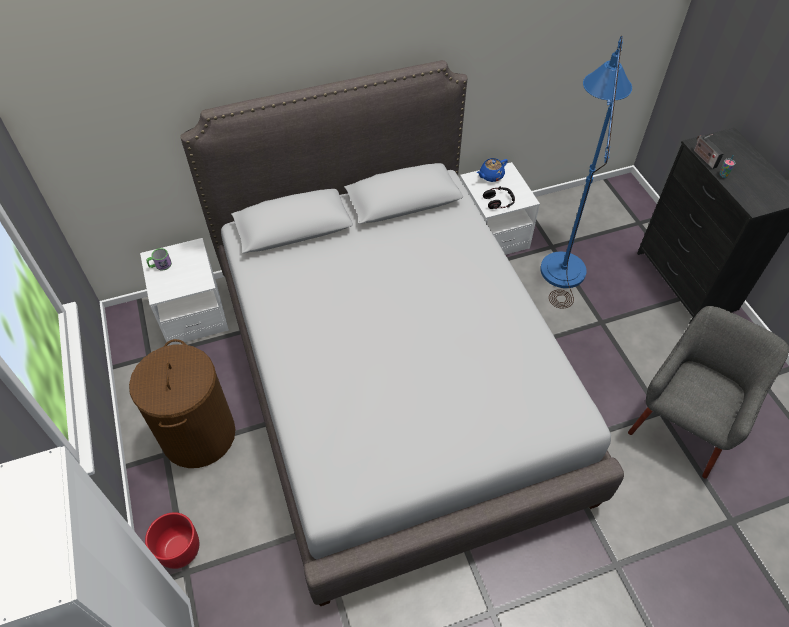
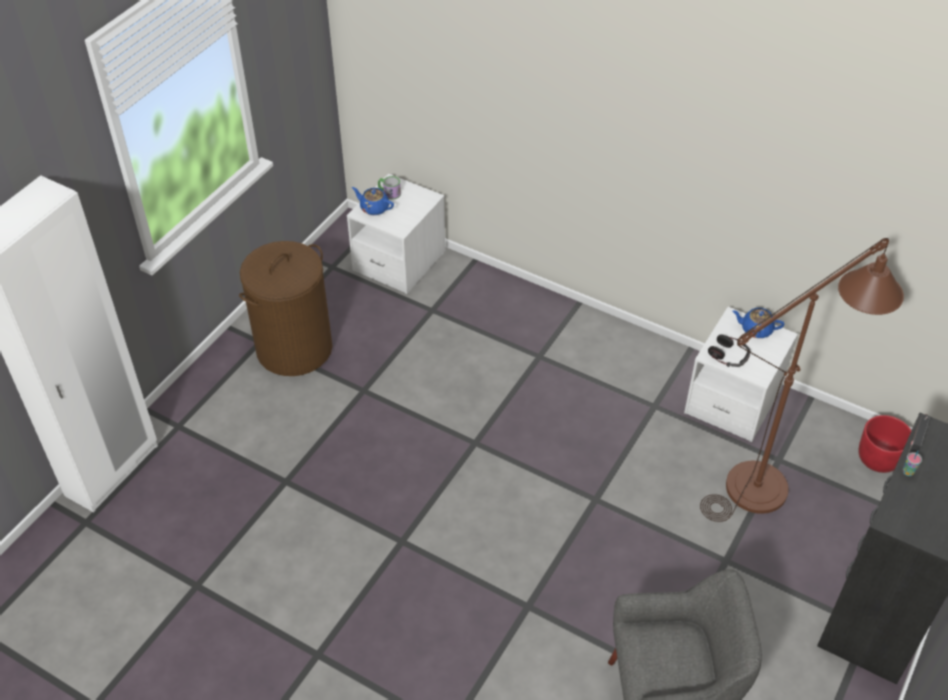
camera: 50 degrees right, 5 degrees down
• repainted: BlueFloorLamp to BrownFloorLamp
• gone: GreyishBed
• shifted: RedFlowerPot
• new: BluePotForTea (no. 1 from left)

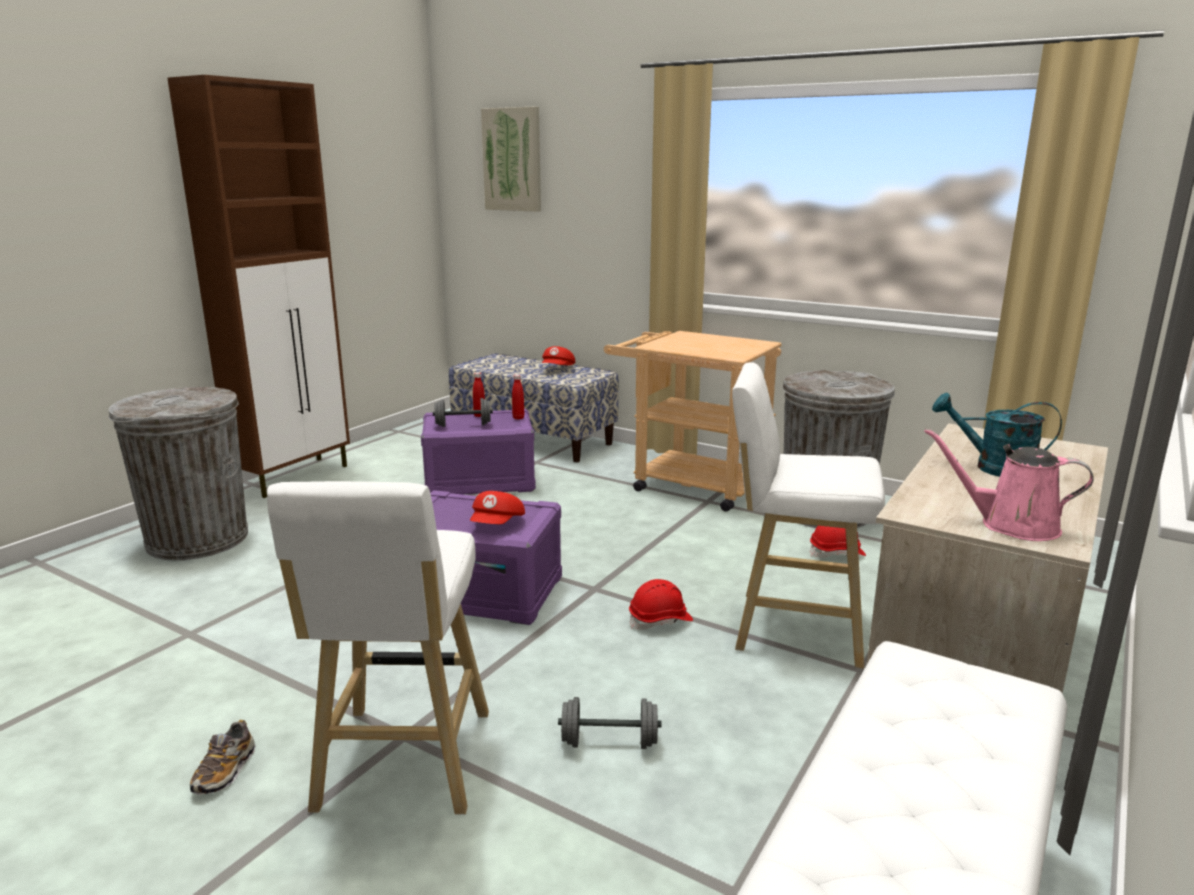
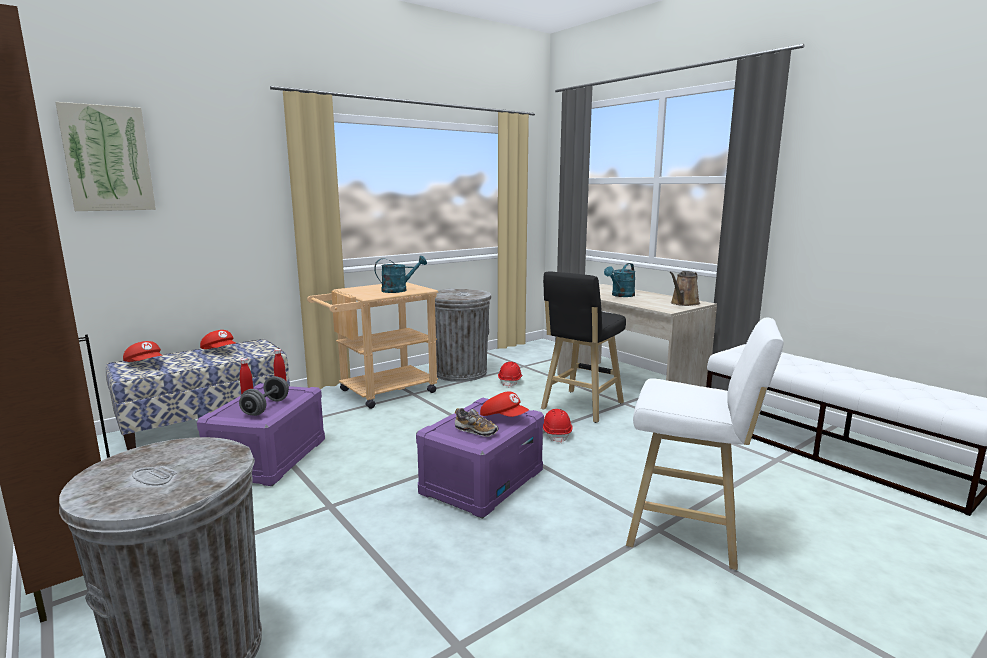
camera: 70 degrees left, 5 degrees down
• repainted: WhiteColouredStoolSeat (no. 2 from left) to BlackStoolSeat
• repainted: PinkishSprinklingCan to BrownSprinklingCan
• gone: GreyishFreeWeight (no. 2 from left)
• shifted: LowShoe
• new: TurquoiseColouredSprinklingCan (no. 1 from left)
• new: RedBaseballCap (no. 1 from left)

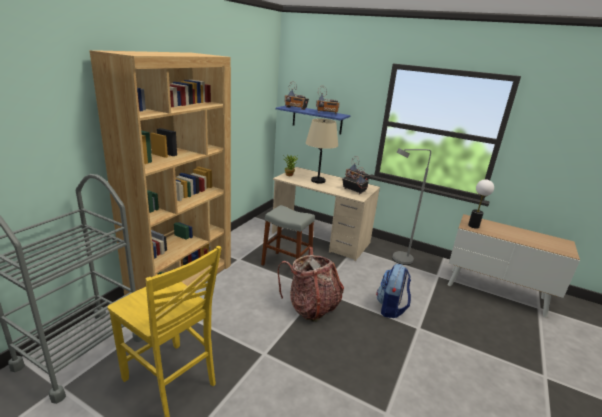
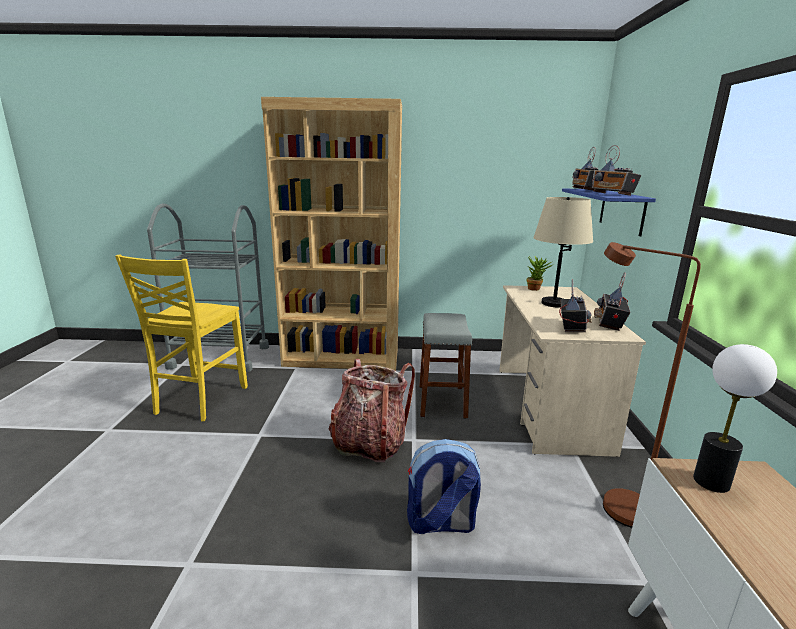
camera: 65 degrees right, 5 degrees down
• repainted: GreyishFloorLamp to BrownFloorLamp

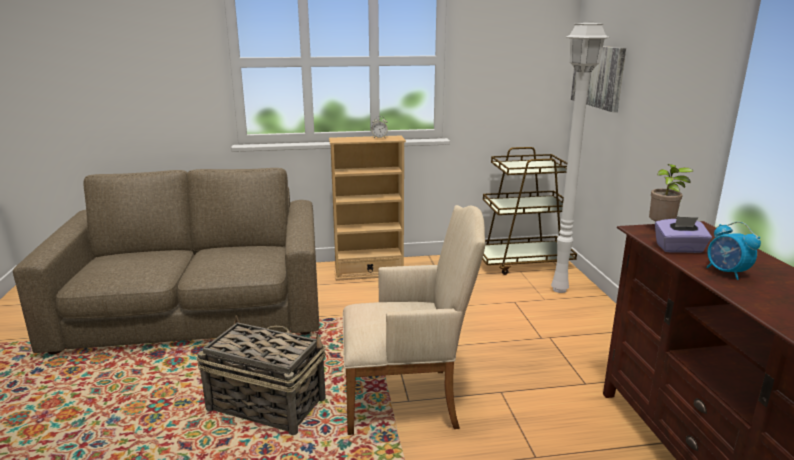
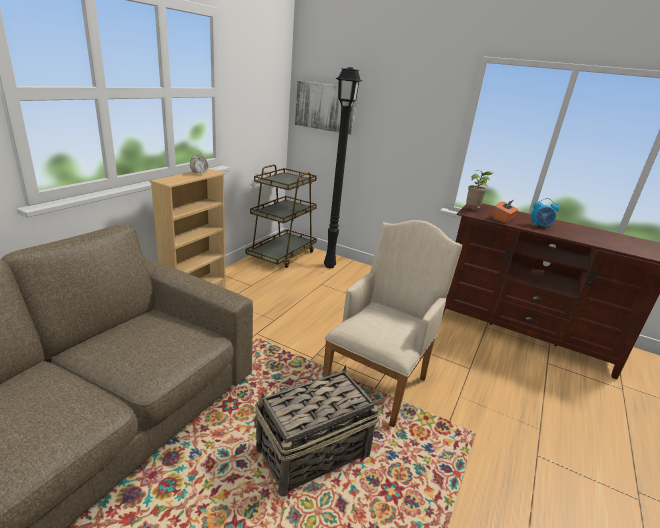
camera: 55 degrees left, 5 degrees up
• repainted: WhiteColouredFloorLamp to BlackFloorLamp
• repainted: PurplishBoxOfTissues to OrangeColouredBoxOfTissues

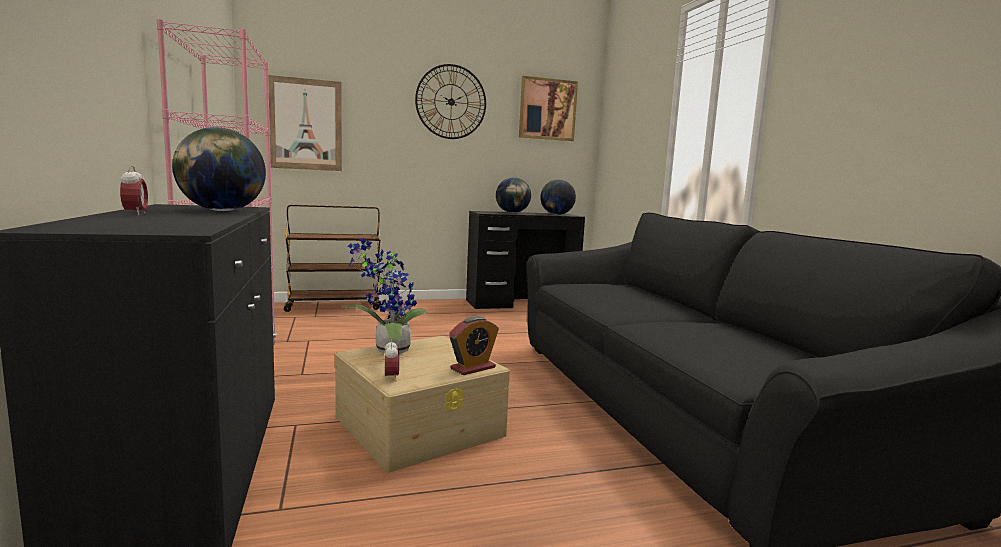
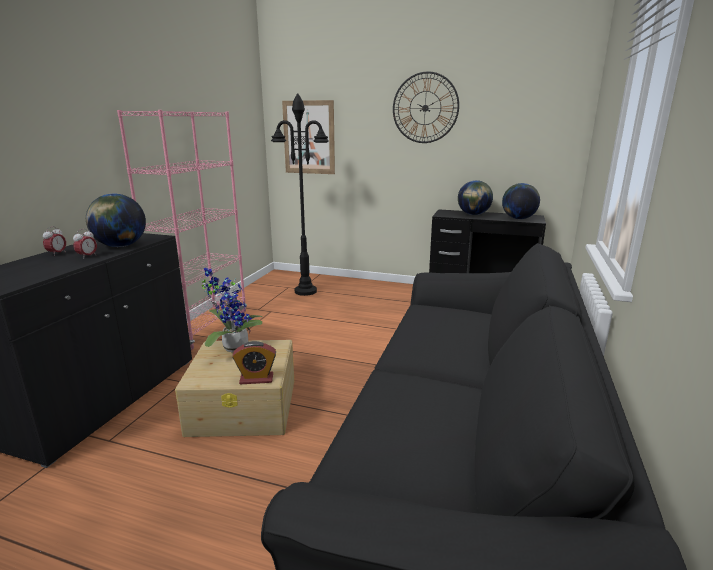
camera: 35 degrees right, 10 degrees up
• gone: Picture (no. 2 from left)
• gone: BrownWheeledCart
• shifted: AlarmClock (no. 2 from left)
• new: BlackFloorLamp

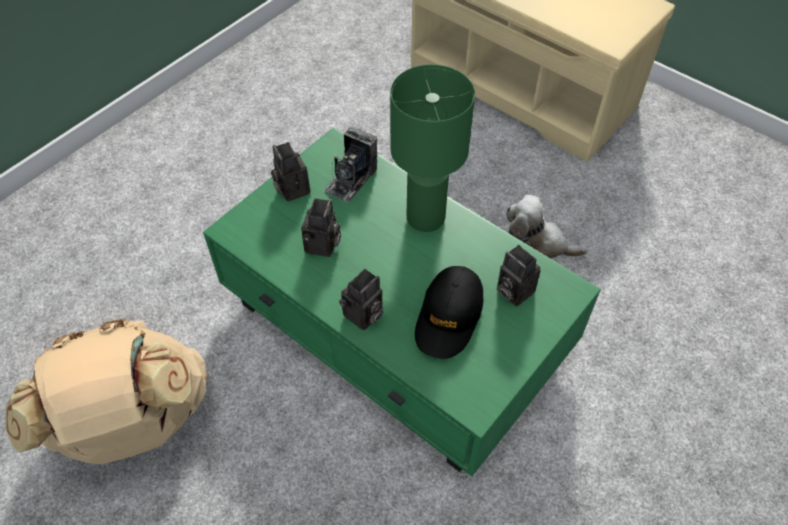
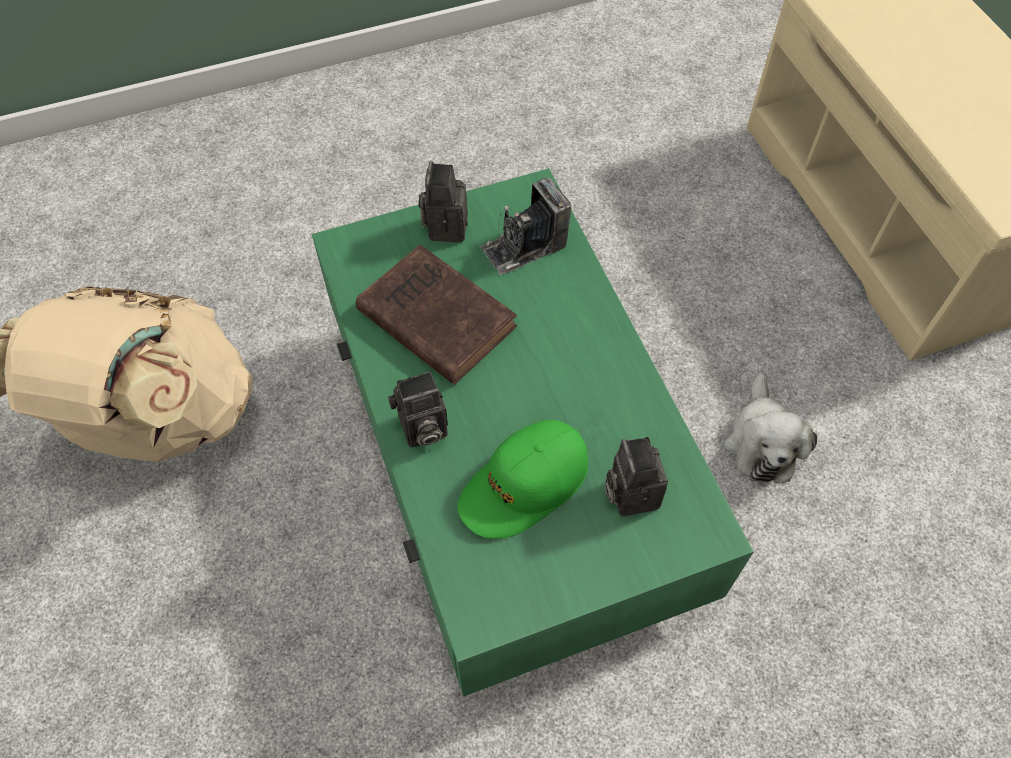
camera: 30 degrees right, 5 degrees up
• gone: GreenishTableLamp
• rotated: PlushToy 135 degrees counterclockwise
• swapped: PhotoCamera (no. 2 from left) to BrownBook
• repainted: BlackBaseballCap to GreenishBaseballCap

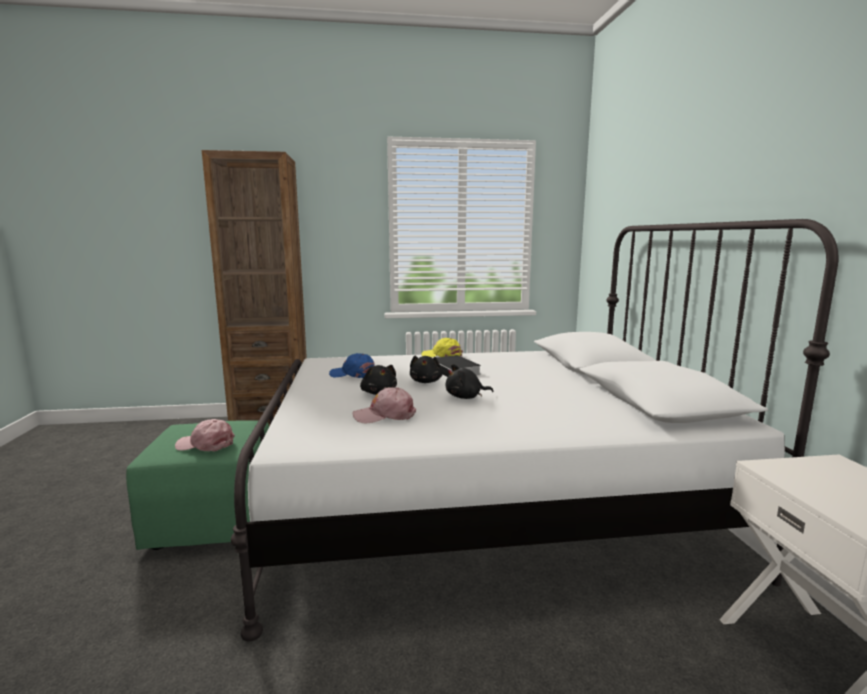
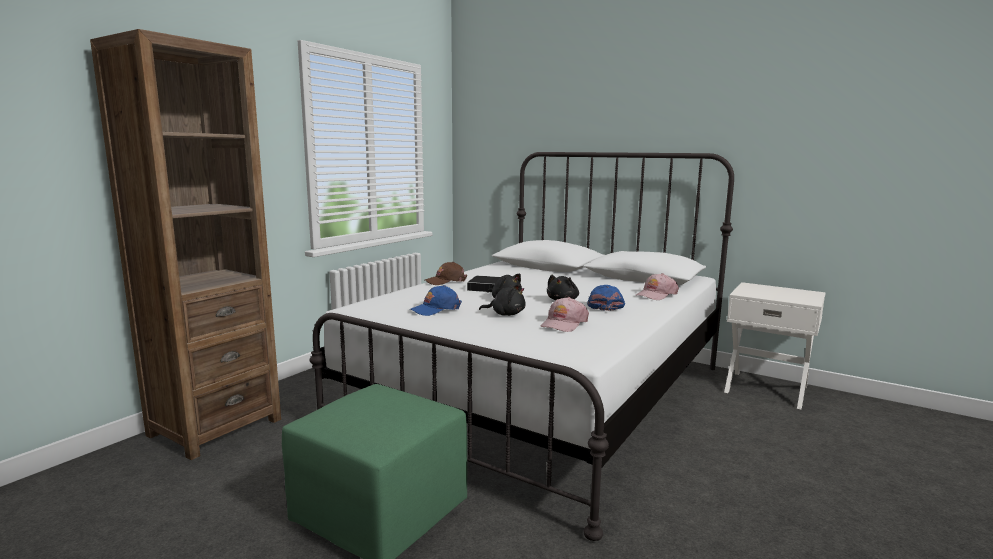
camera: 50 degrees left, 0 degrees up
• repainted: YellowishBaseballCap to BrownBaseballCap
• shifted: PinkishBaseballCap (no. 1 from left in the first image) to PinkishBaseballCap (no. 2 from left)
• new: BlueBaseballCap (no. 2 from left)

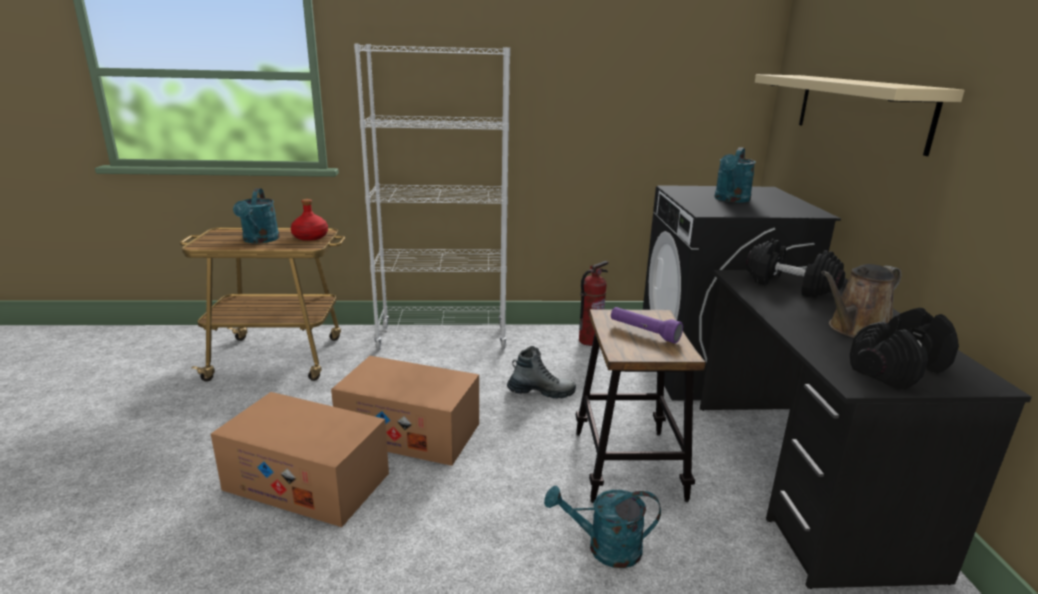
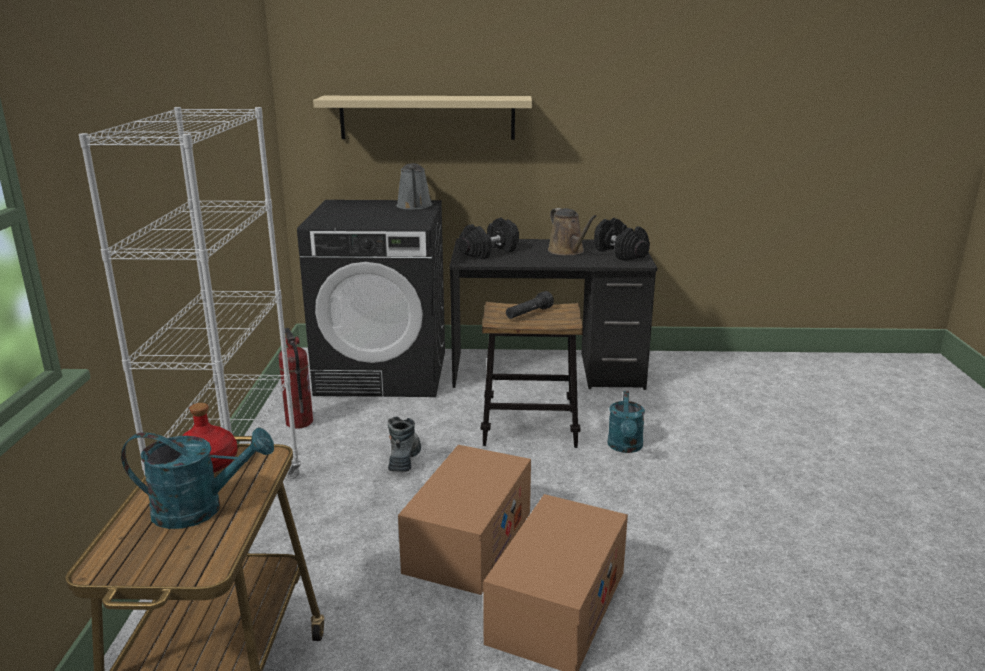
camera: 85 degrees left, 0 degrees up
• gone: TurquoiseColouredSprinklingCan (no. 3 from left)
• repainted: PurplishHandTorch to BlackHandTorch
• new: GreyishSprinklingCan

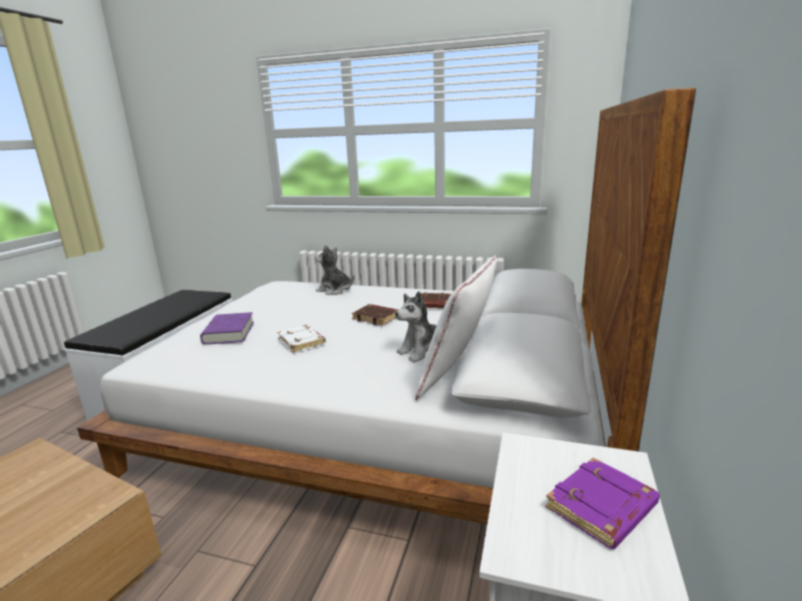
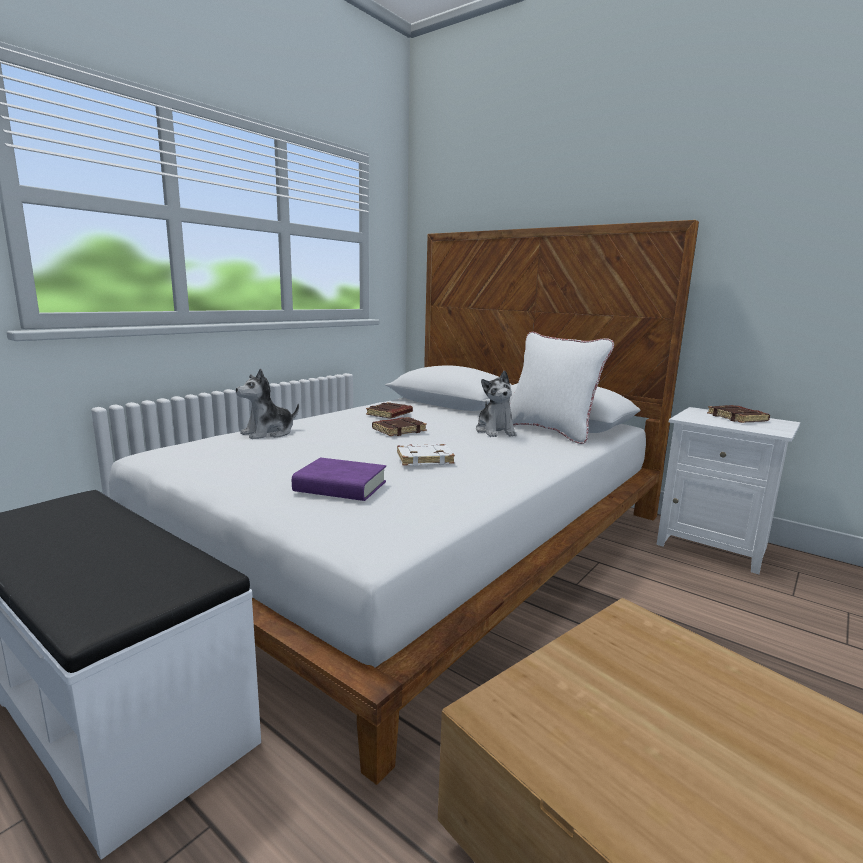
camera: 70 degrees left, 5 degrees down
• repainted: PurplishBook (no. 2 from left) to BrownBook (no. 3 from left)

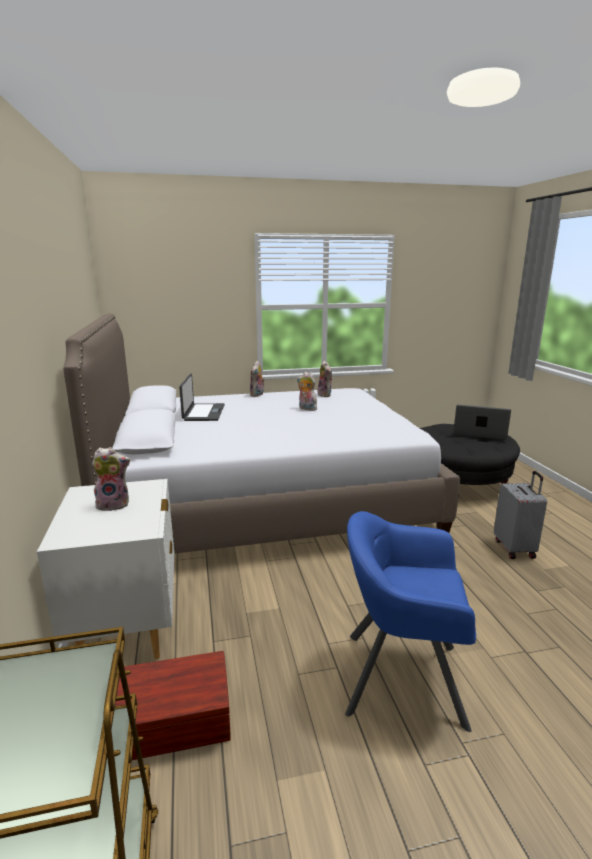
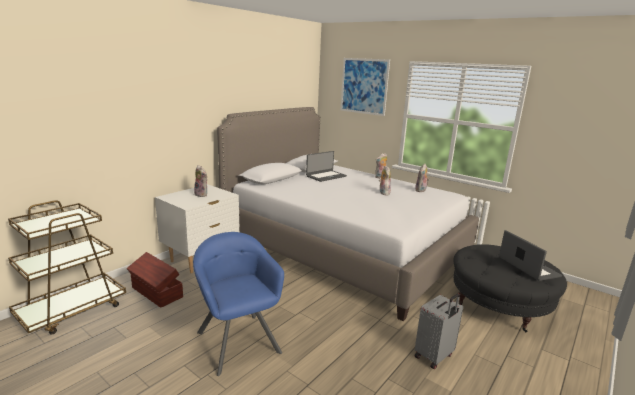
camera: 50 degrees right, 0 degrees up
• new: Picture

